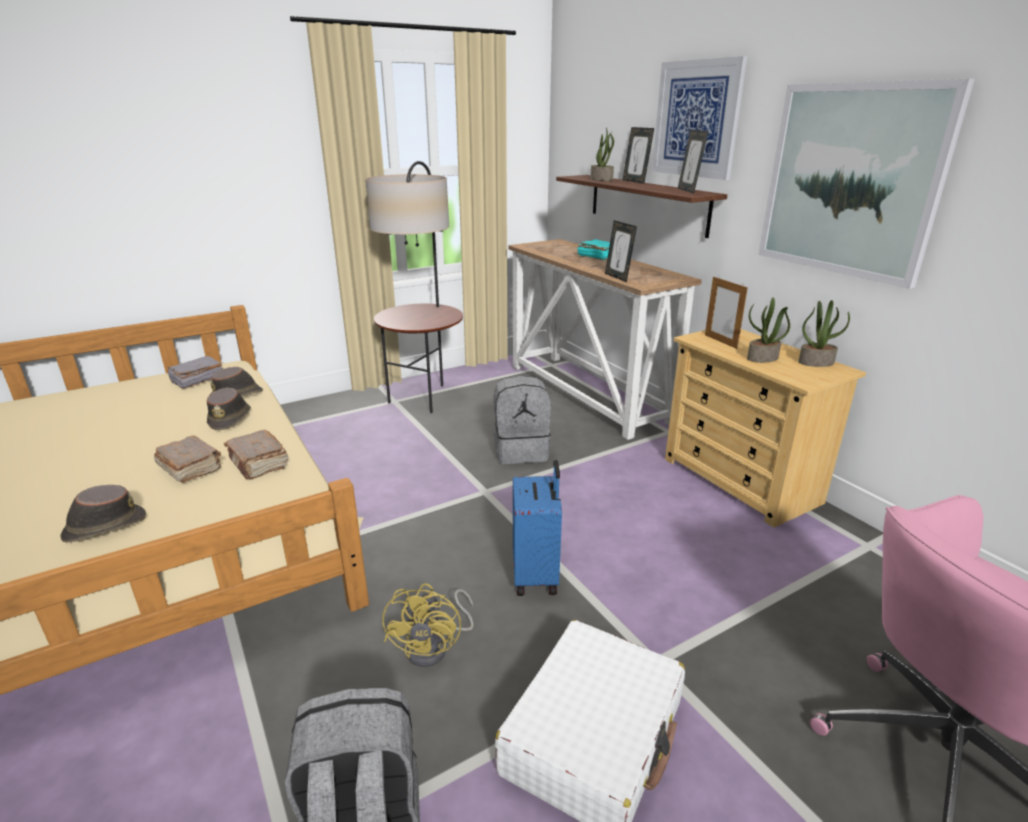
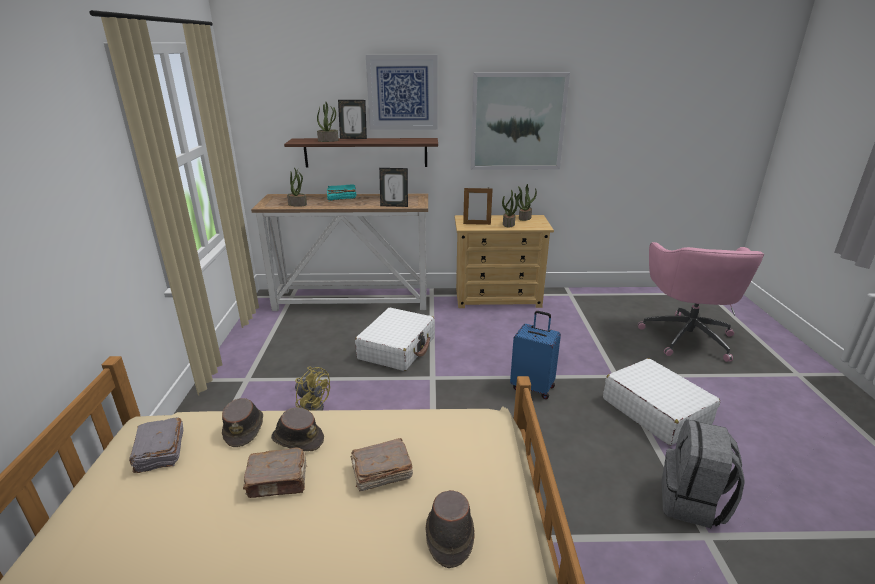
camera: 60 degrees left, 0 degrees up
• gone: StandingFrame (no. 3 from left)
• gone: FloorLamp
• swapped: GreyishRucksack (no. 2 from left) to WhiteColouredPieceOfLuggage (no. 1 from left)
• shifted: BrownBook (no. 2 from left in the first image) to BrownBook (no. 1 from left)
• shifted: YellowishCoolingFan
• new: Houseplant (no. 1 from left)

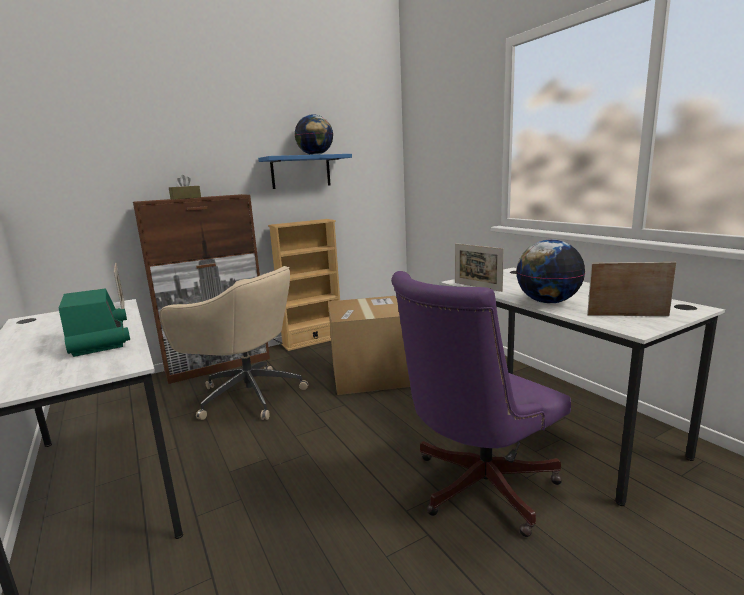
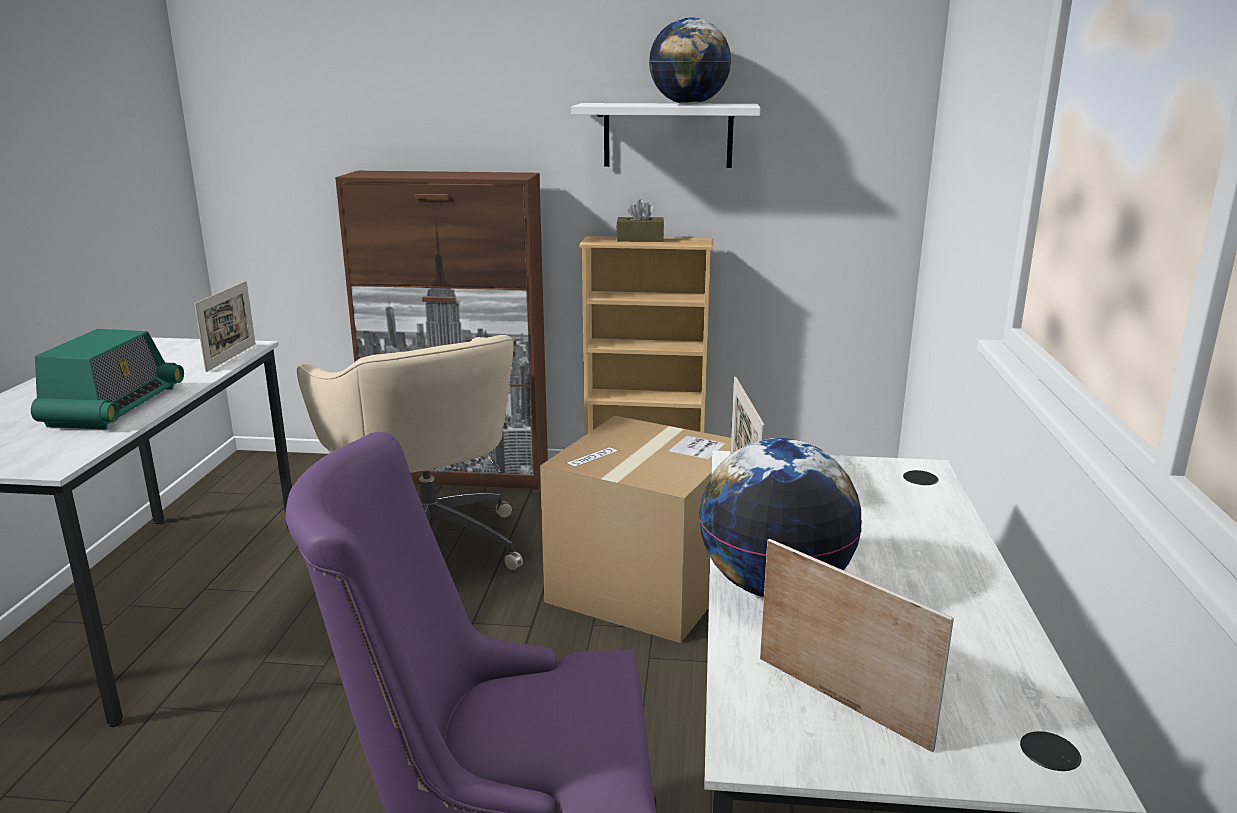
camera: 35 degrees right, 5 degrees up
• repainted: BlueShelf to WhiteColouredShelf
• shifted: BrownBoxOfTissues

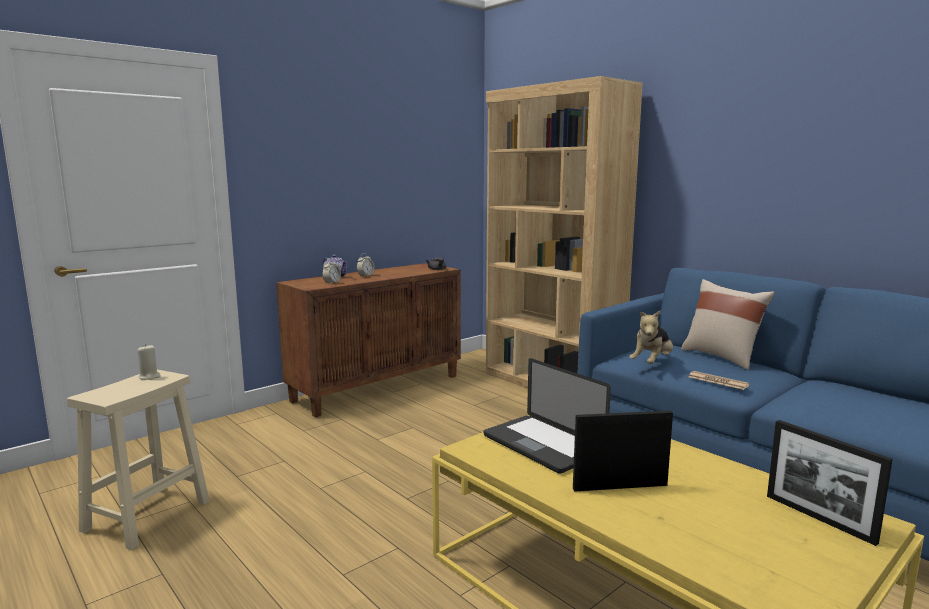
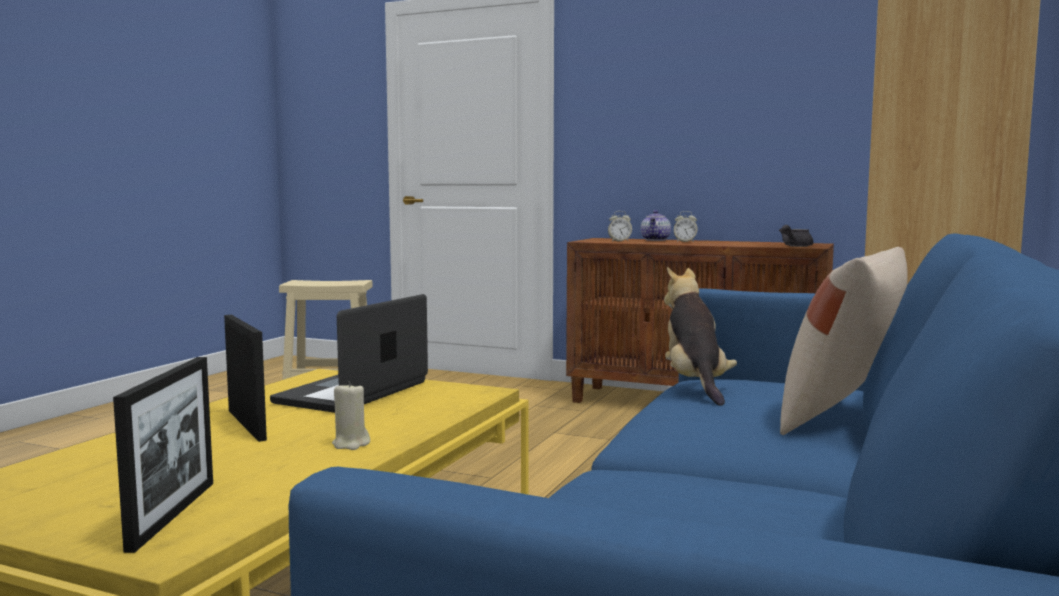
camera: 65 degrees right, 5 degrees down
• rotated: PlushToy 75 degrees clockwise
• shifted: BeigeColouredCandle
• gone: Newspaper
• rotated: StandingFrame (no. 2 from left in the first image) 150 degrees clockwise

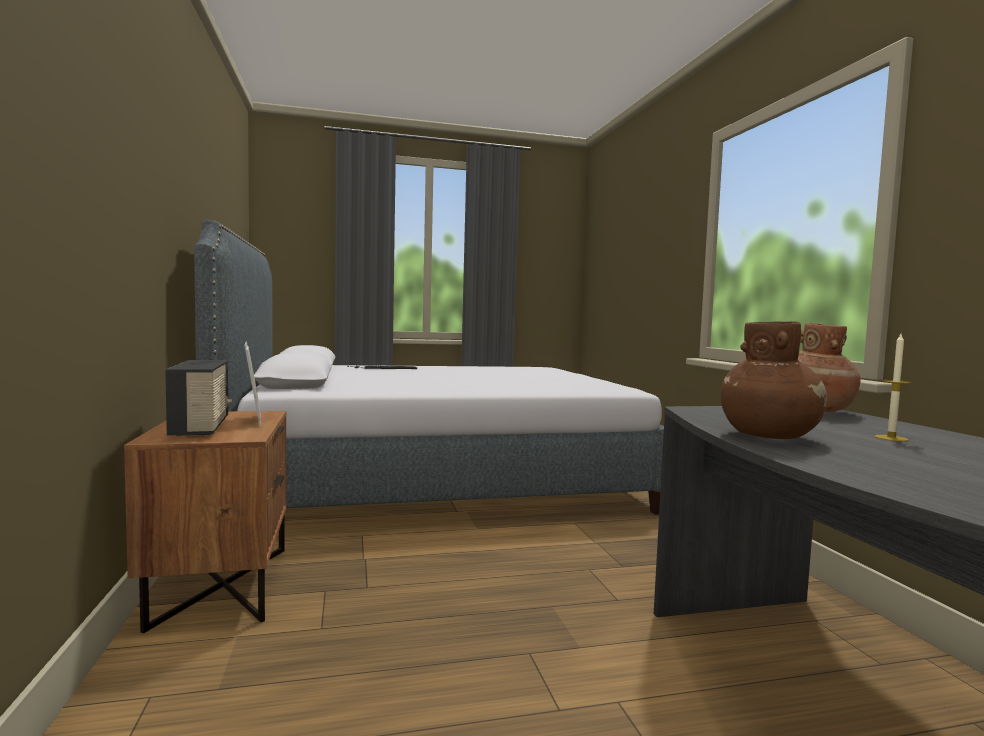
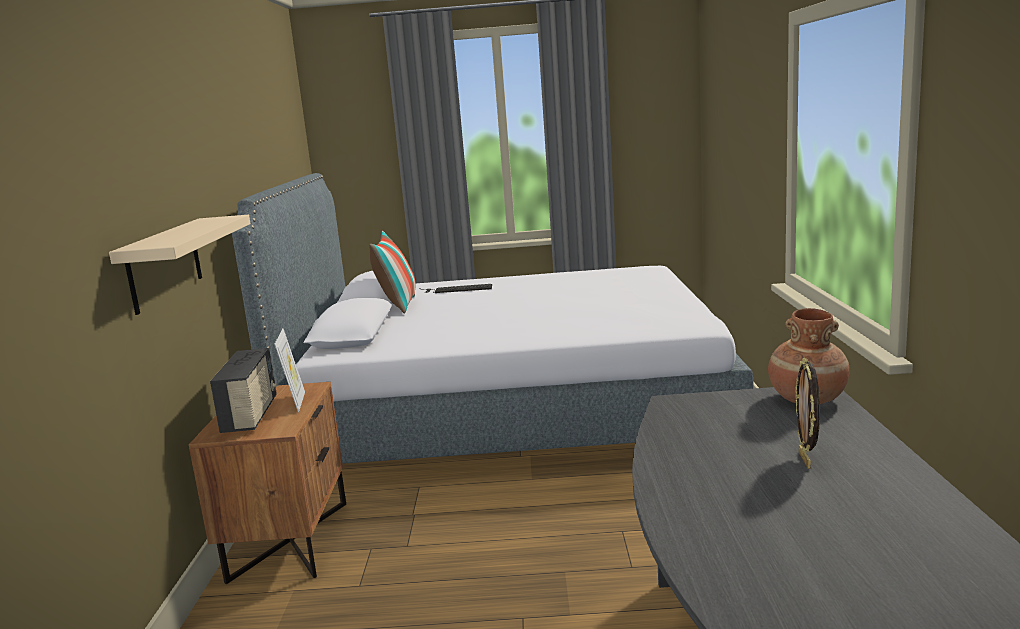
camera: 15 degrees right, 10 degrees up
• gone: BrownVase (no. 1 from left)
• swapped: Candle to StandingFrame (no. 2 from left)
• new: BeigeColouredShelf
• new: Cushion

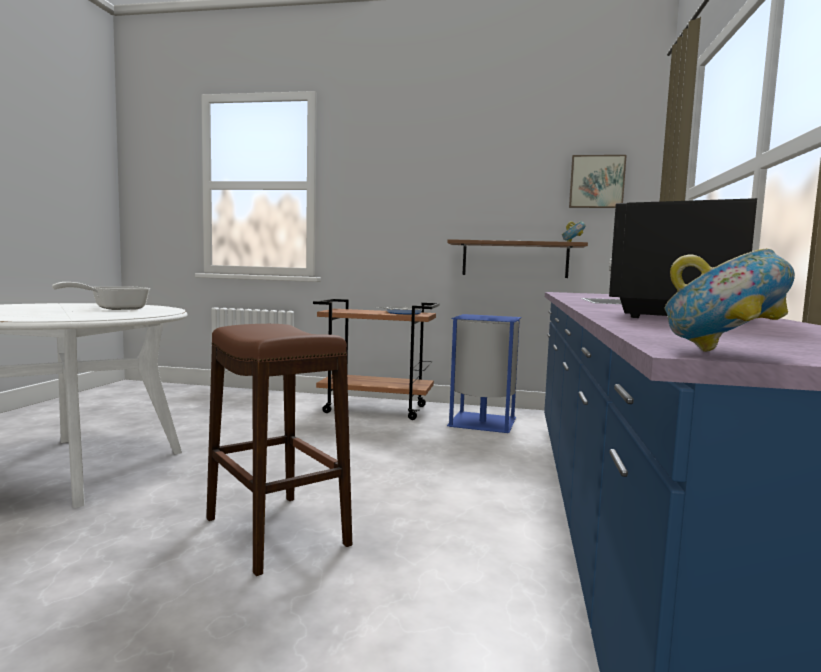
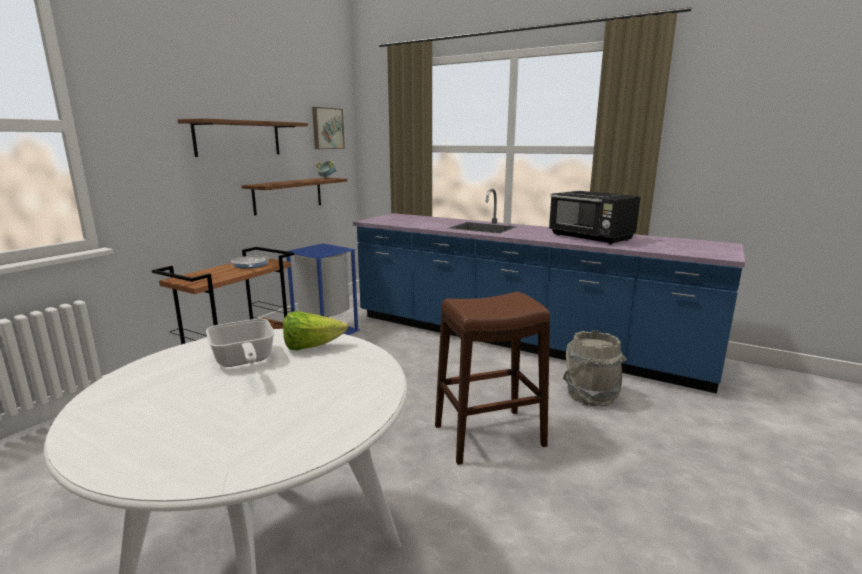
camera: 70 degrees left, 10 degrees up
• gone: ServingBowl (no. 2 from left)
• new: BrownShelf (no. 1 from left)
• new: LettuceHead
• new: GreyishPail

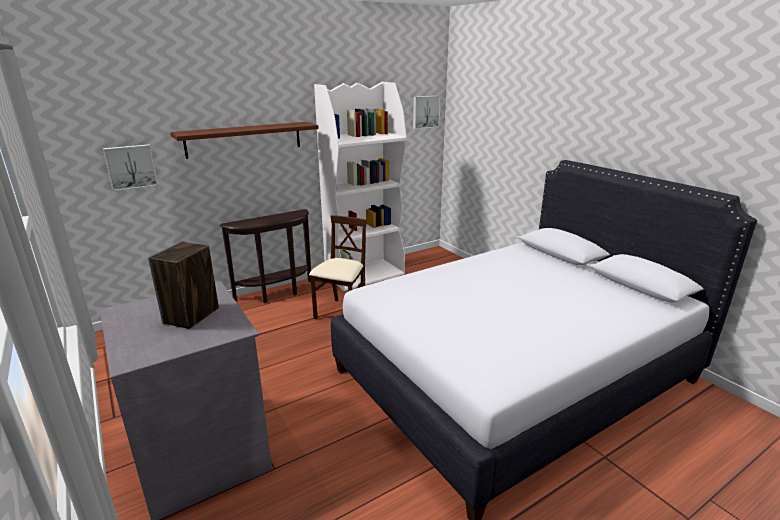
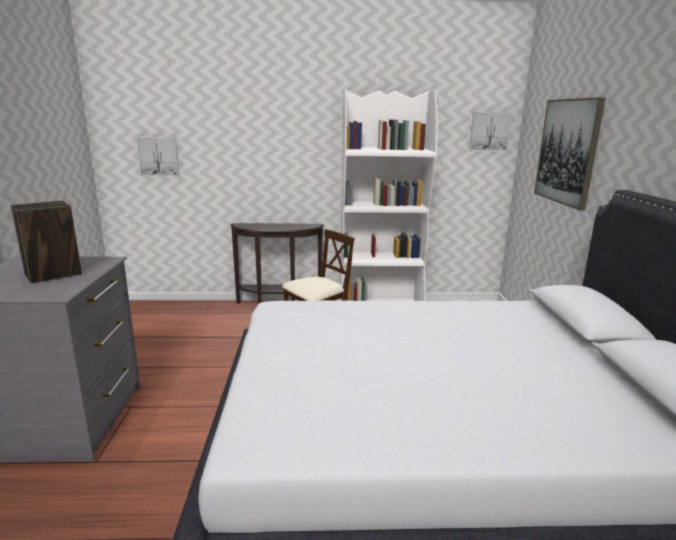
camera: 30 degrees right, 5 degrees down
• gone: BrownShelf
• new: Picture (no. 3 from left)

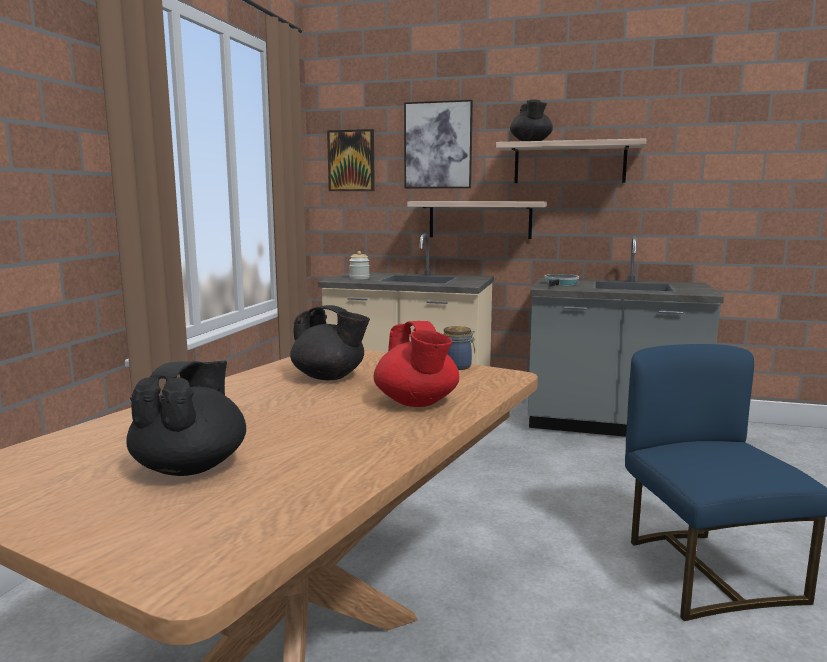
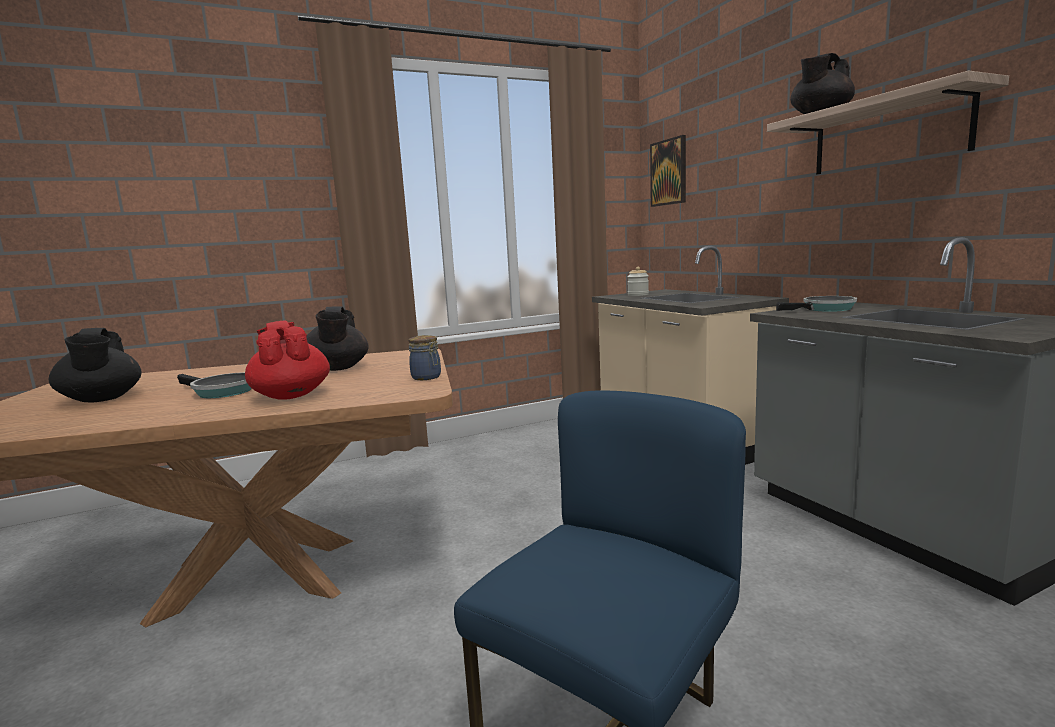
camera: 50 degrees right, 0 degrees up
• gone: Picture (no. 2 from left)
• gone: Shelf (no. 1 from left)
• rotated: RedPotForTea 120 degrees clockwise
• rotated: BlackPotForTea (no. 1 from left) 90 degrees clockwise
• new: Pan (no. 1 from left)

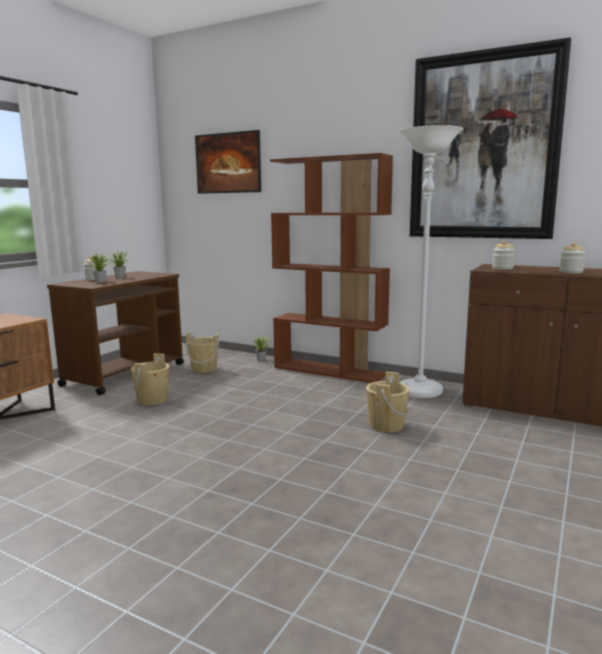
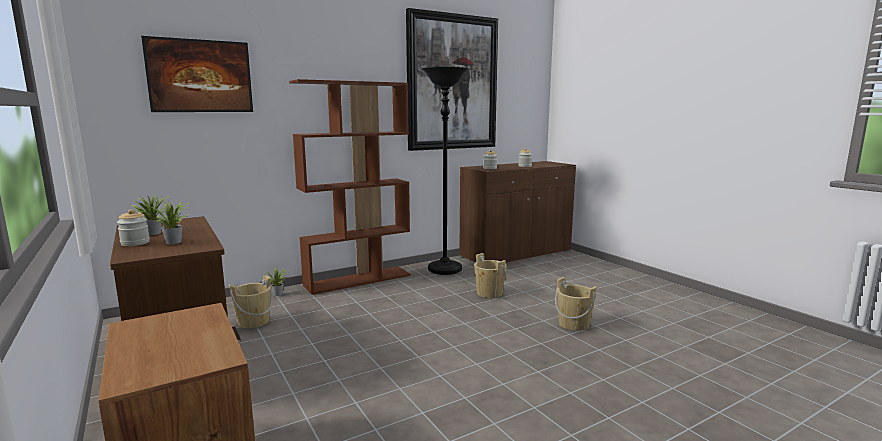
camera: 60 degrees left, 0 degrees up
• repainted: WhiteColouredFloorLamp to BlackFloorLamp
• shifted: BeigeColouredPail (no. 1 from left in the first image) to BeigeColouredPail (no. 3 from left)

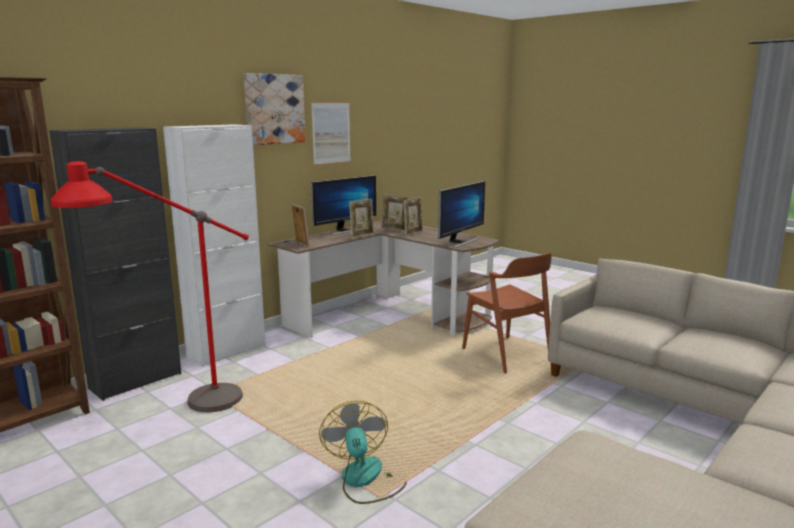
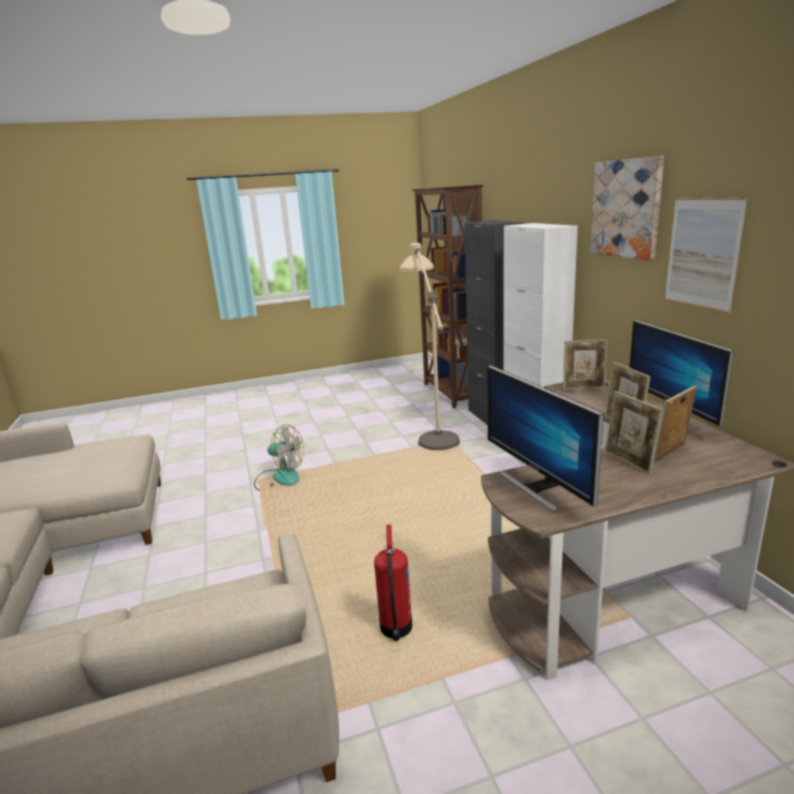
camera: 120 degrees right, 5 degrees up
• repainted: RedFloorLamp to BeigeColouredFloorLamp
• swapped: BrownPlainChair to FireFightingCylinder

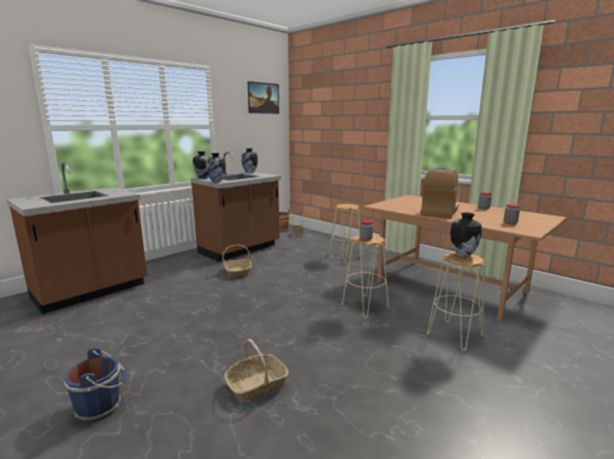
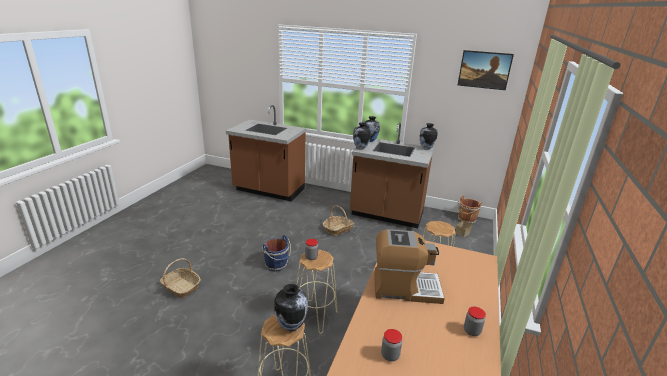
camera: 65 degrees right, 10 degrees up
• shifted: BluePail

